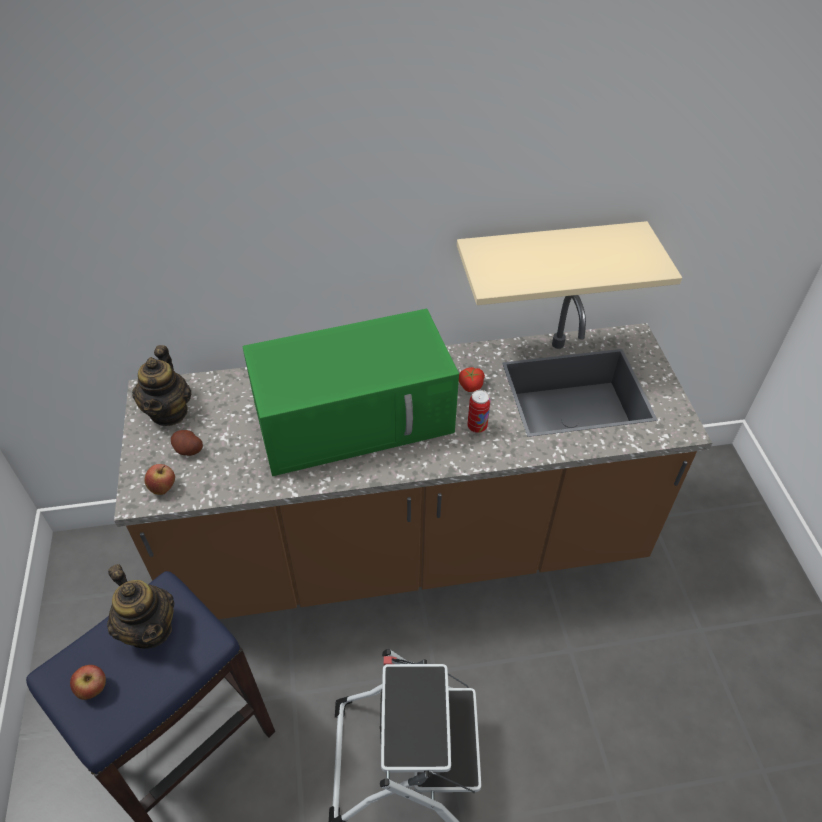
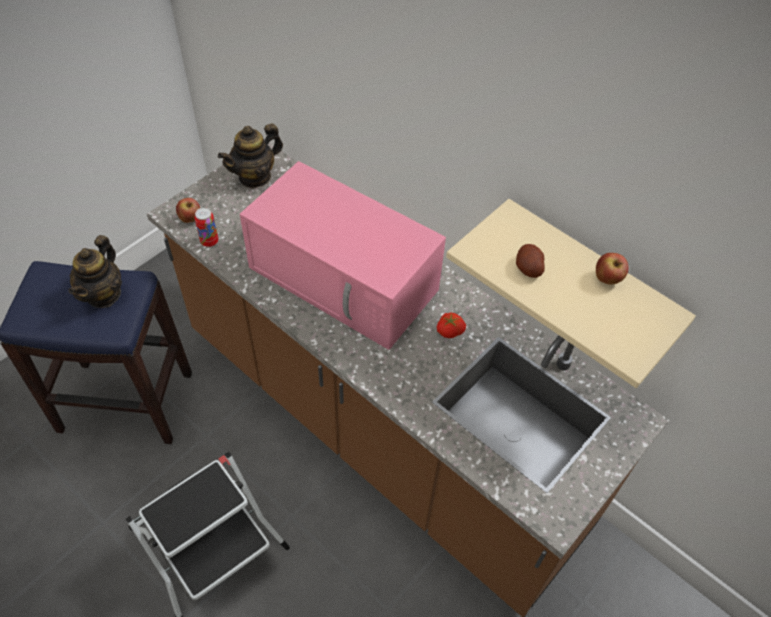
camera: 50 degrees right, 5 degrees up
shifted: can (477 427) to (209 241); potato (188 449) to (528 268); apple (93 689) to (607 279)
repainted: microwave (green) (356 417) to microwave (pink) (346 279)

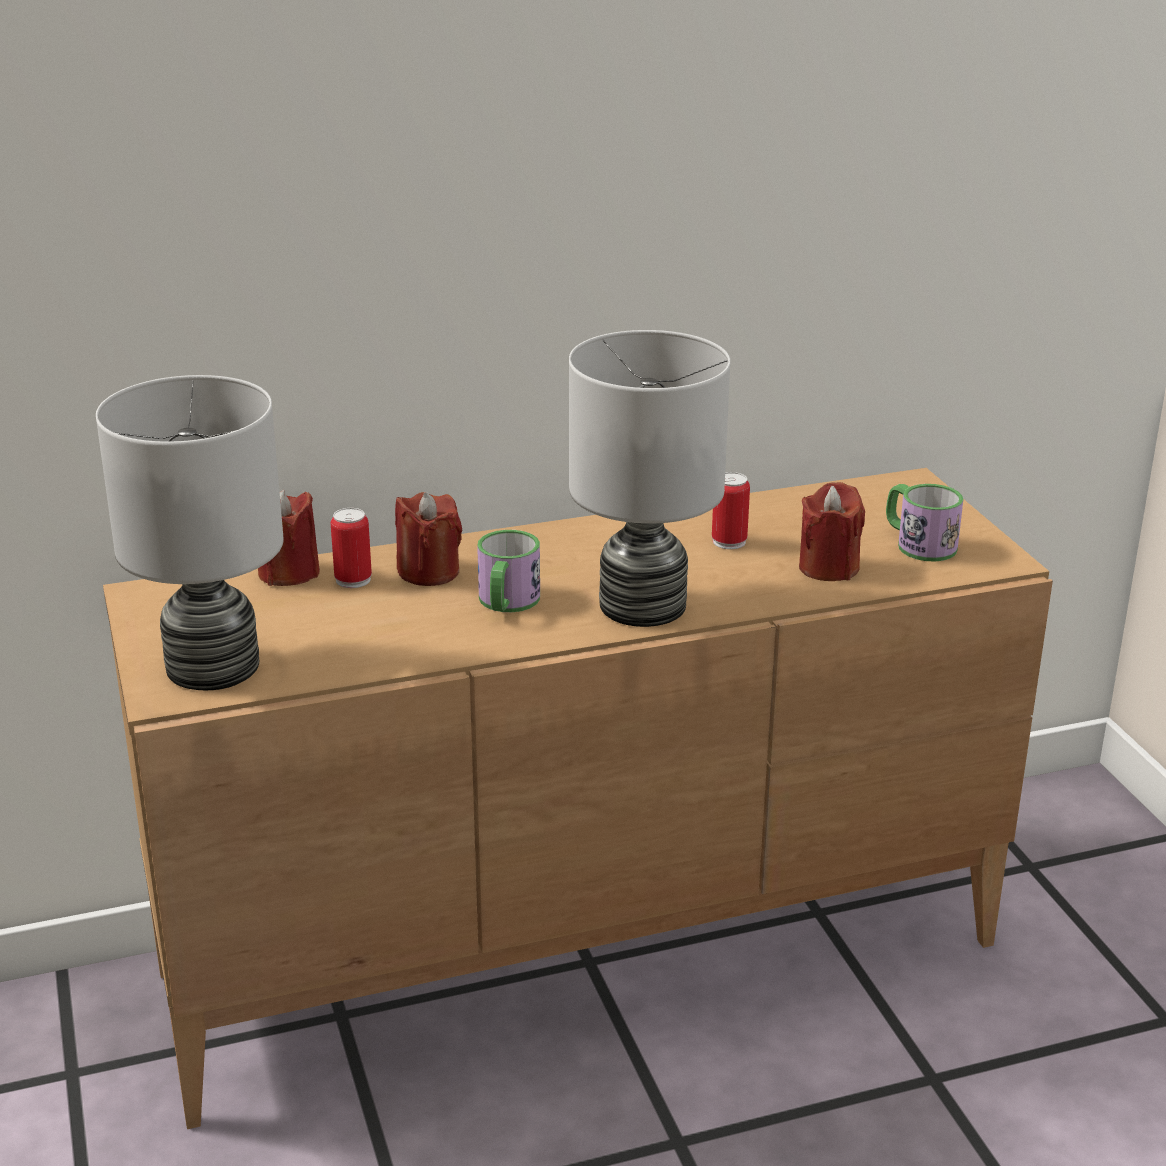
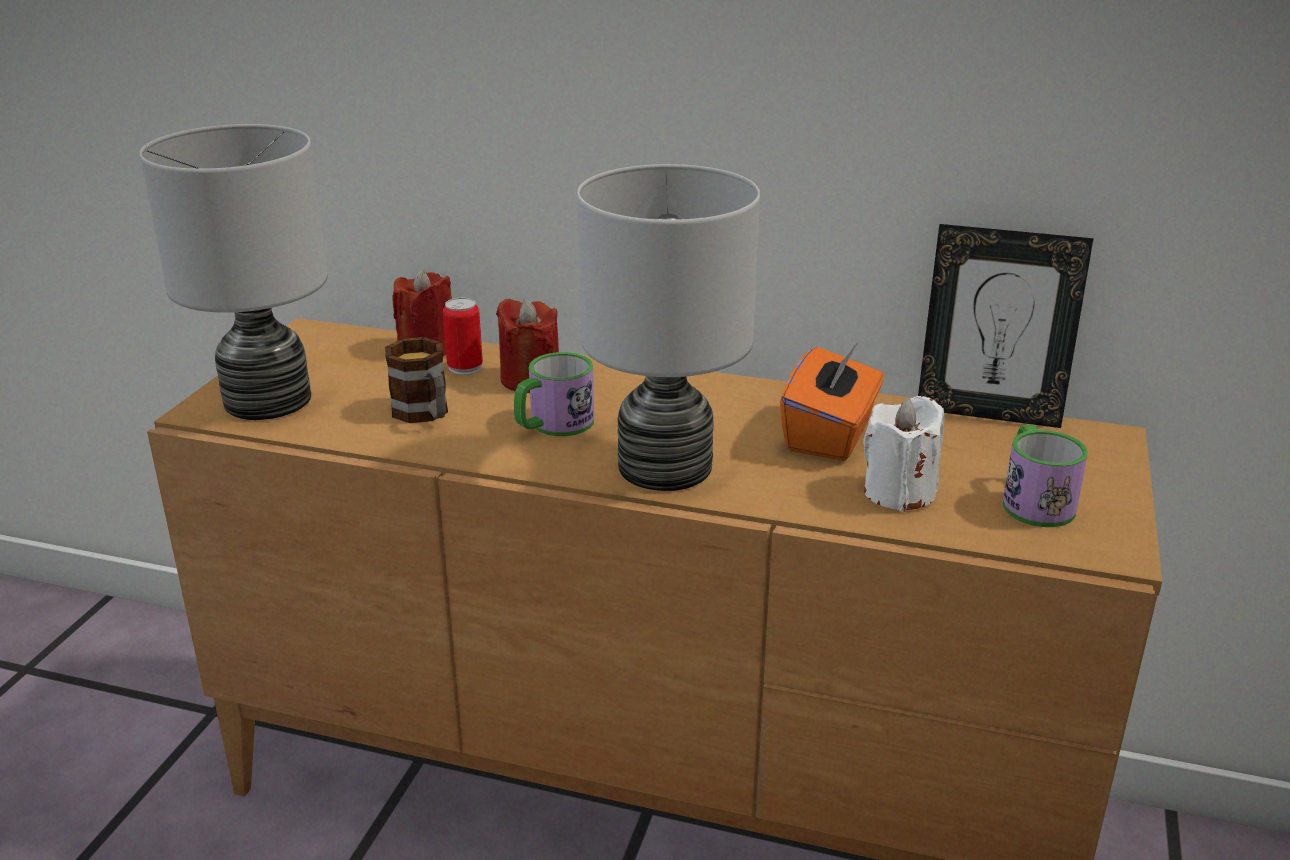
camera: 35 degrees right, 0 degrees up
new: picture frame (988 413); mug (425 414)
swapped: can (729 541) to tissue box (orange) (830 435)
repainted: candle (red) (828 568) to candle (white) (899 492)

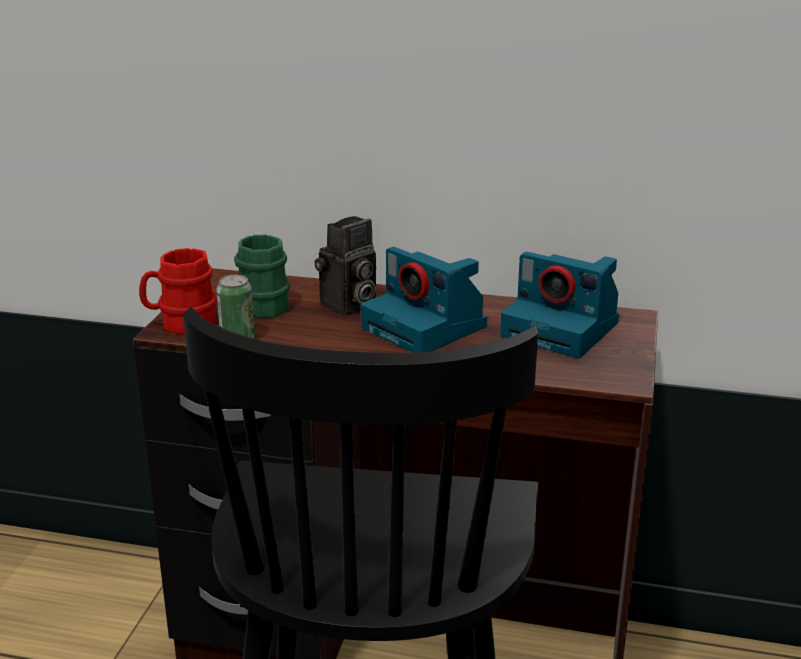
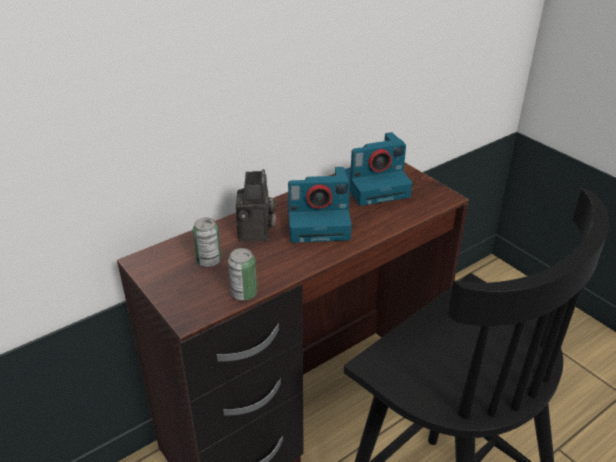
camera: 50 degrees left, 10 degrees up
gone: mug (red) (181 323)
swapped: mug (green) (264 304) to can (209 261)

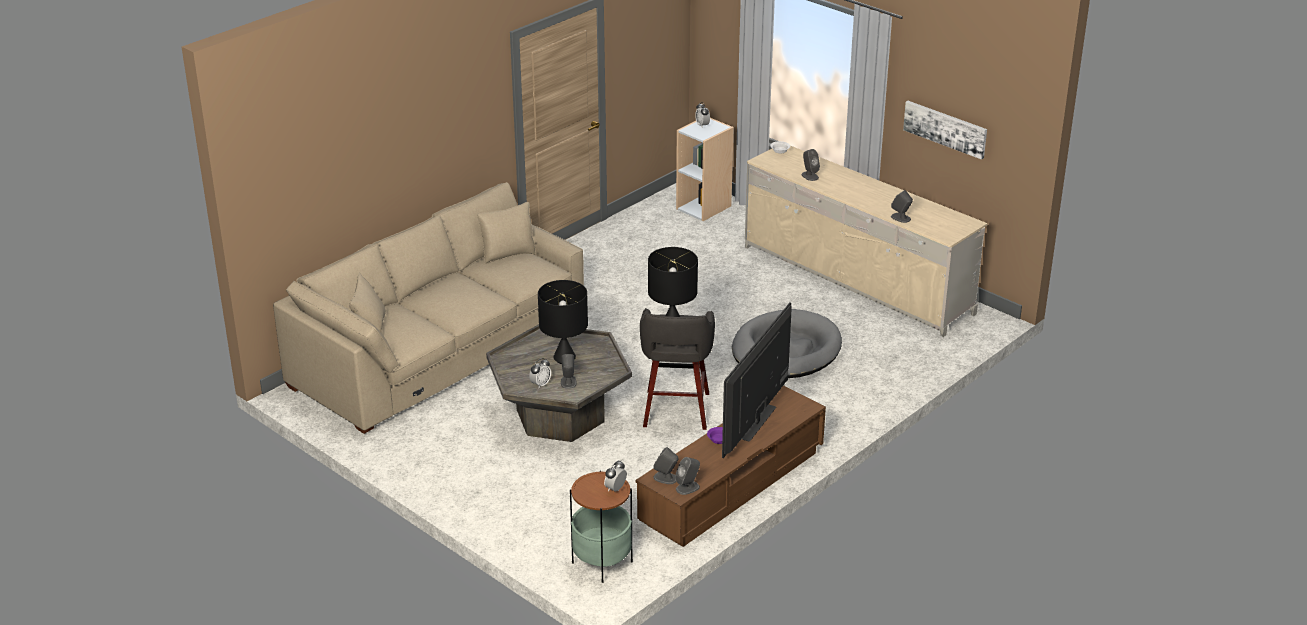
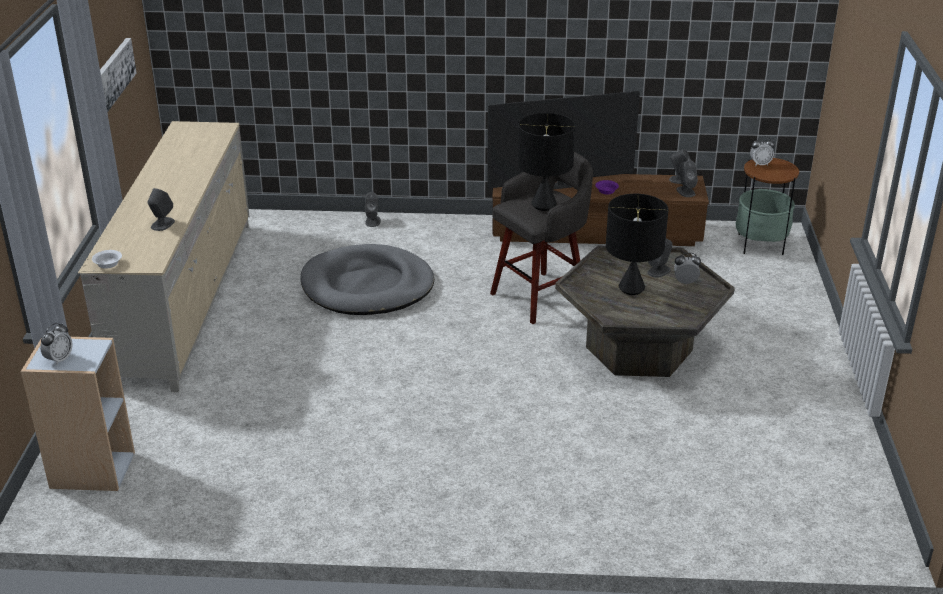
camera: 130 degrees left, 0 degrees up
gone: sofa (beige) (440 351)
shifted: speaker (grey) (901 218) to (373 221)

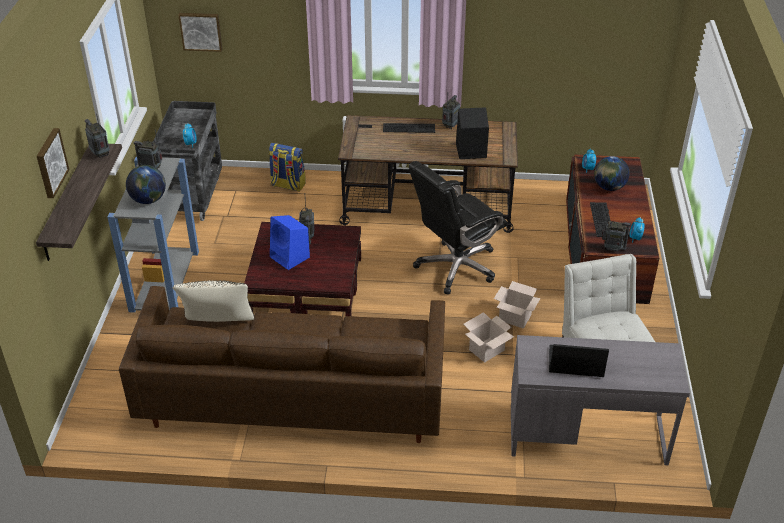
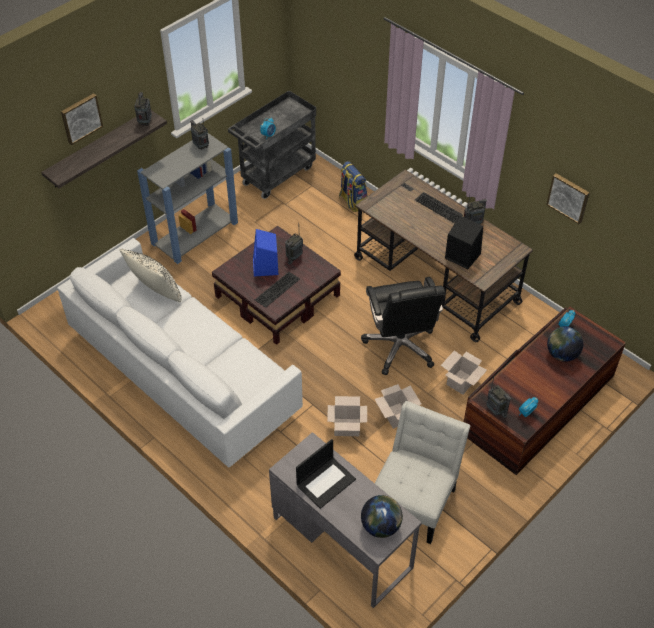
camera: 40 degrees right, 10 degrees up
new: cardboard box (461 382)
shifted: picture (201 31) to (568 197); globe (148 200) to (381 526); keyboard (602 220) to (277 290)
repainted: sofa (brown) (293 398) to sofa (white) (183 374)
rotated: office chair (black) (456 267) = (400 346) 105 degrees counterclockwise; laptop (575 362) = (326 481) 90 degrees clockwise

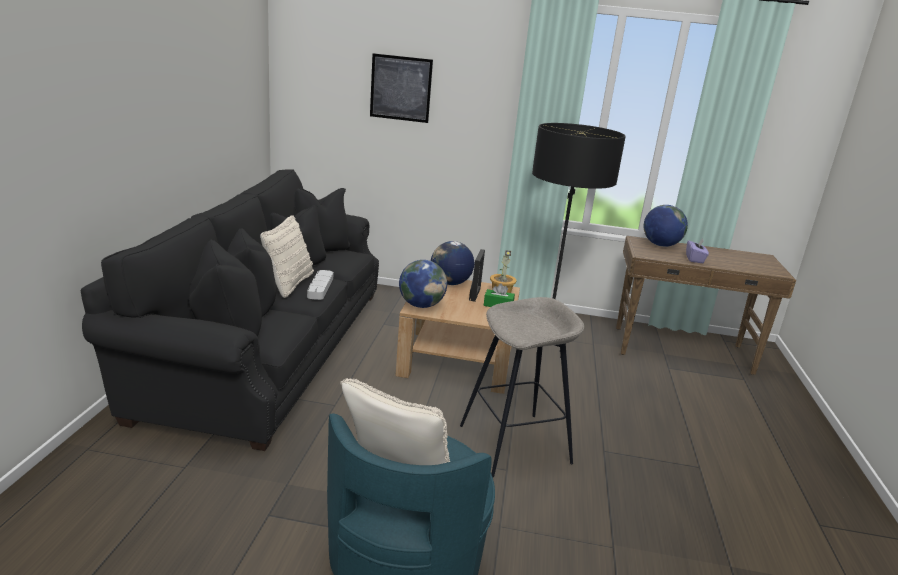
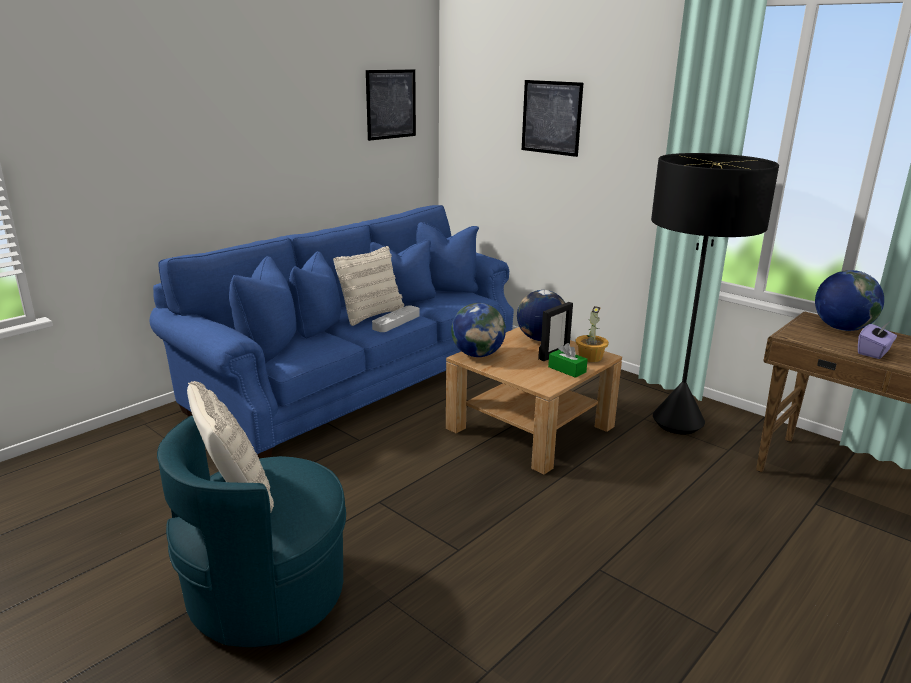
camera: 35 degrees right, 0 degrees up
gone: stool (grey) (515 444)
new: picture (391 104)
repainted: sofa (black) (266 346) to sofa (blue) (356 376)

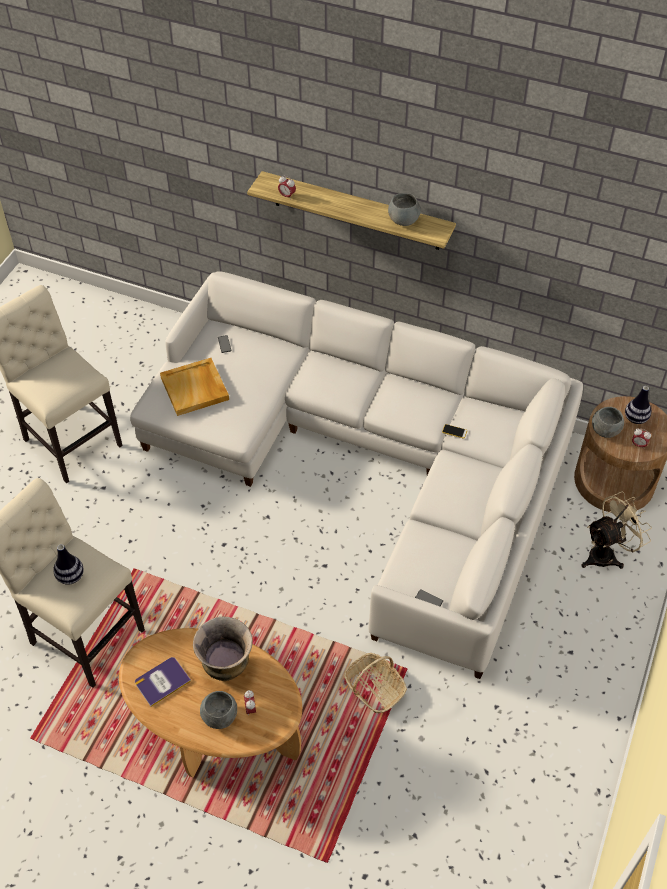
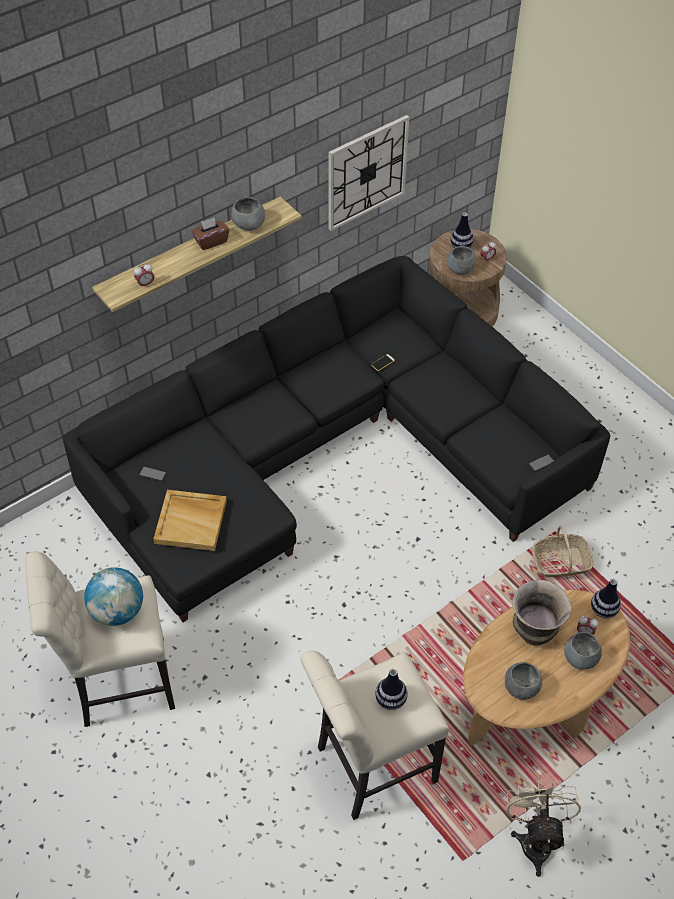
camera: 60 degrees left, 0 degrees up
new: wall clock (366 172); tissue box (brown) (211 241); globe (118 611); vase (603 610)
shifted: fan (beige) (607 554) to (535 839)
swapped: book (162 681) to bowl (grey) (521 688)
repainted: sofa (white) (369 462) to sofa (black) (329 454)

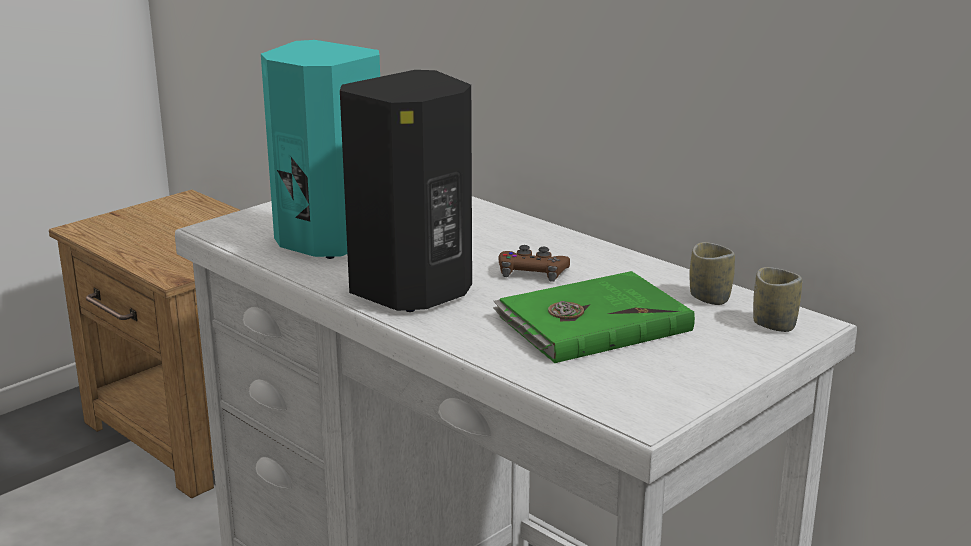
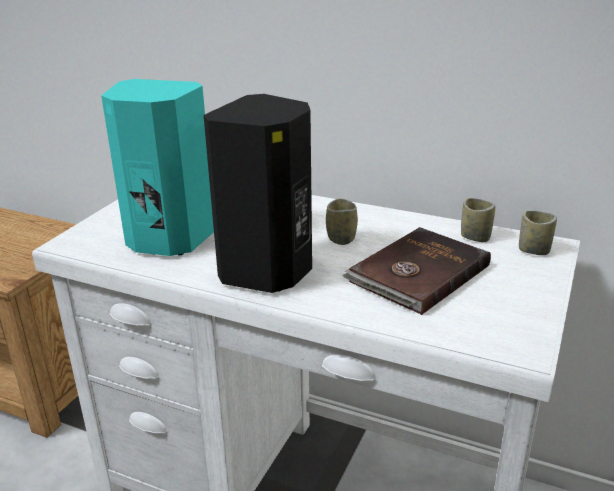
camera: 20 degrees left, 5 degrees up
swapped: game controller (brown) (533 272) to cup (341 238)
repainted: book (green) (591 323) to book (brown) (417 273)

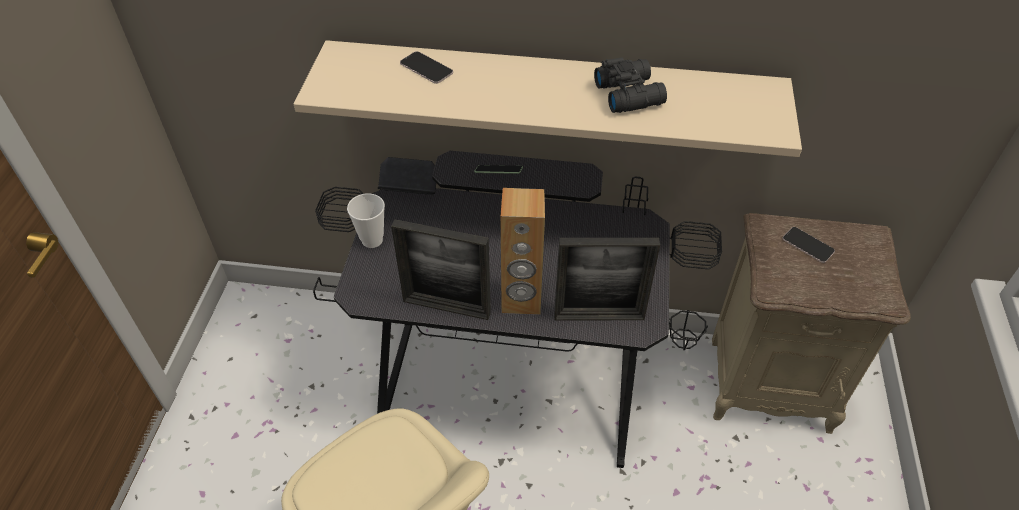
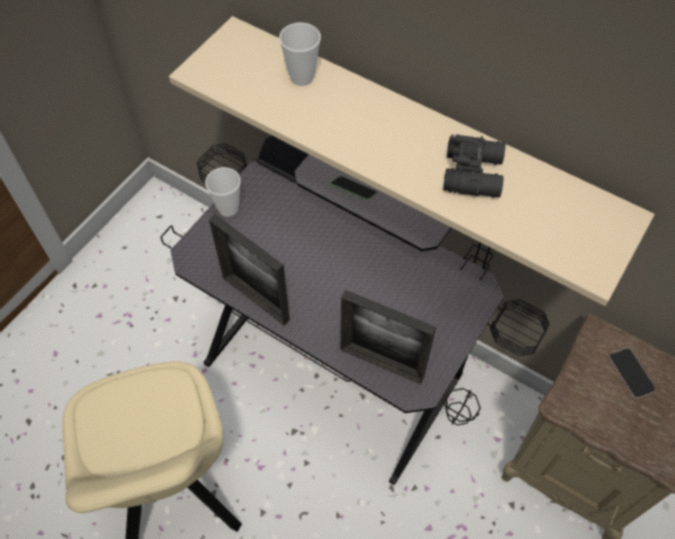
camera: 25 degrees right, 10 degrees up
gone: speaker (brown) (521 300)
swapped: phone (426 68) to cup (302 77)

